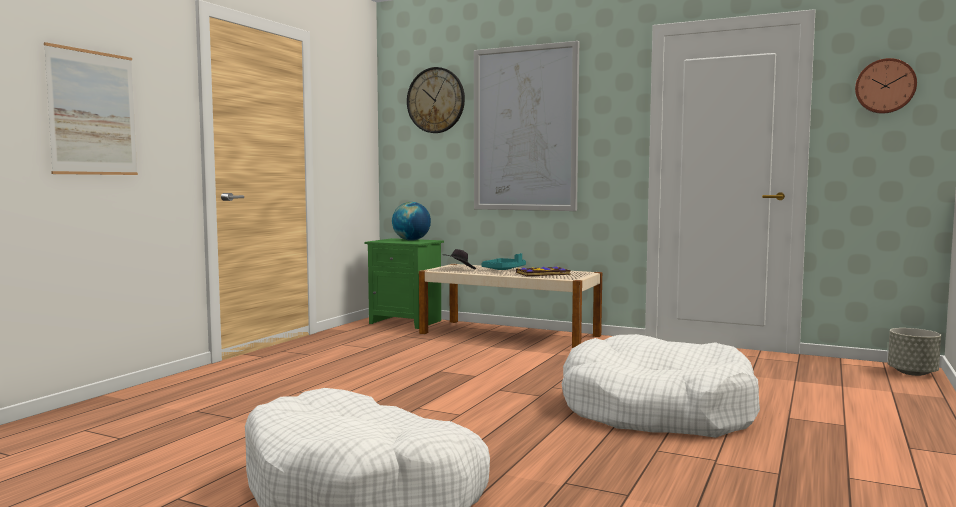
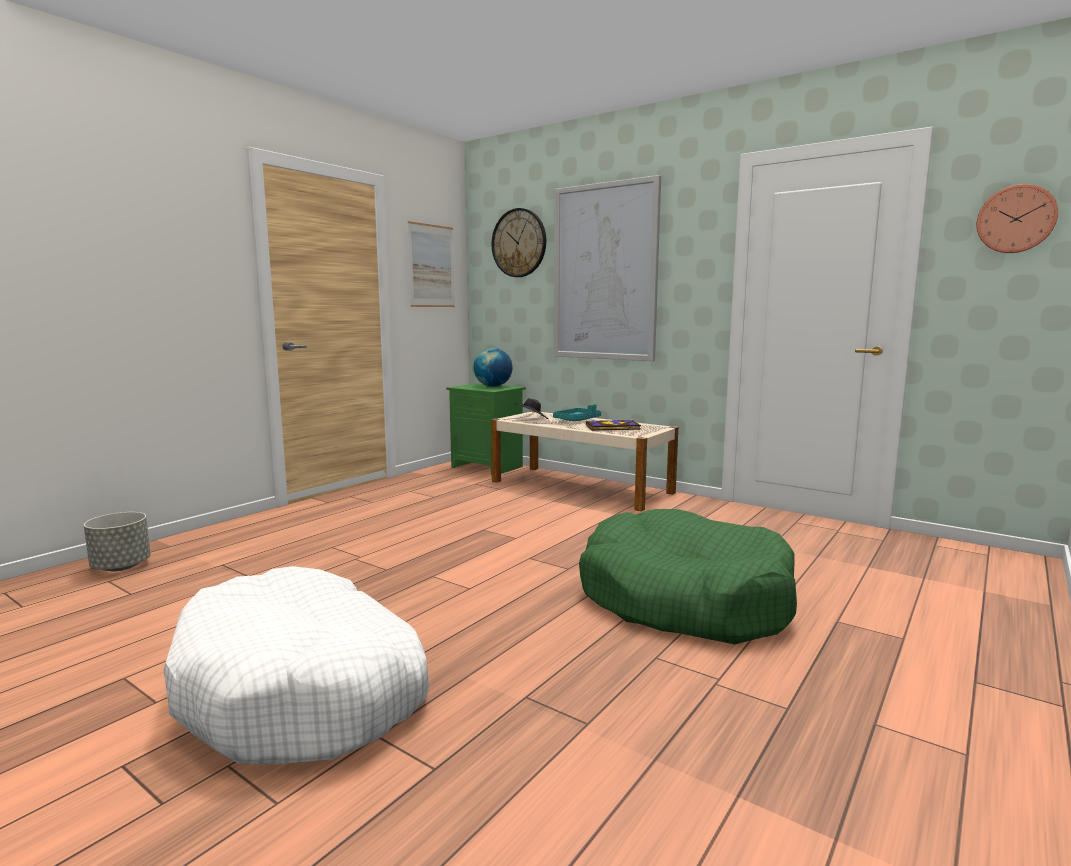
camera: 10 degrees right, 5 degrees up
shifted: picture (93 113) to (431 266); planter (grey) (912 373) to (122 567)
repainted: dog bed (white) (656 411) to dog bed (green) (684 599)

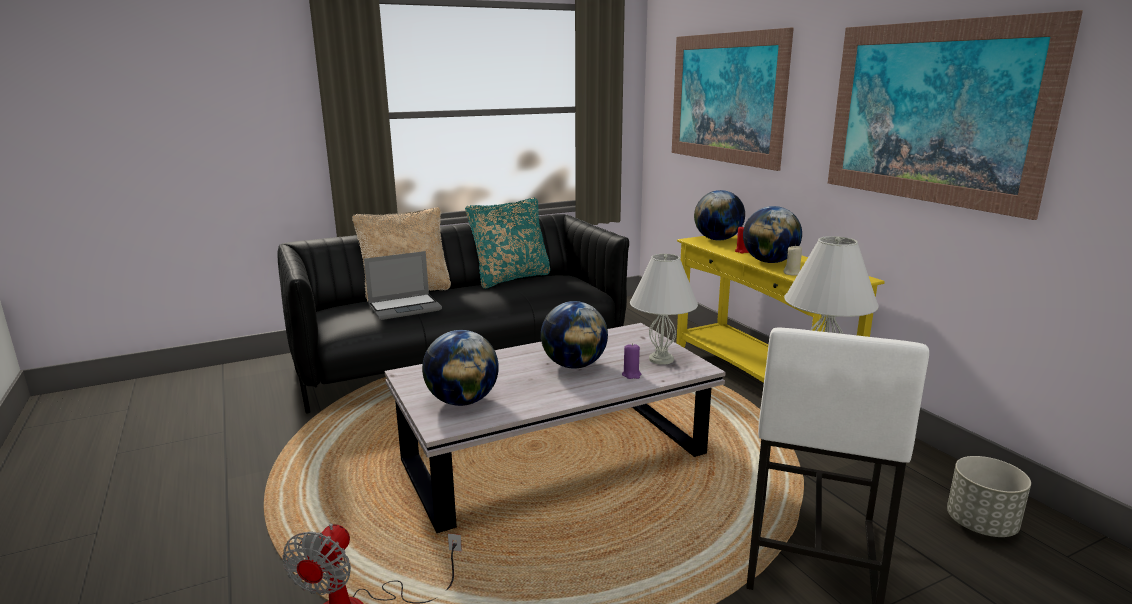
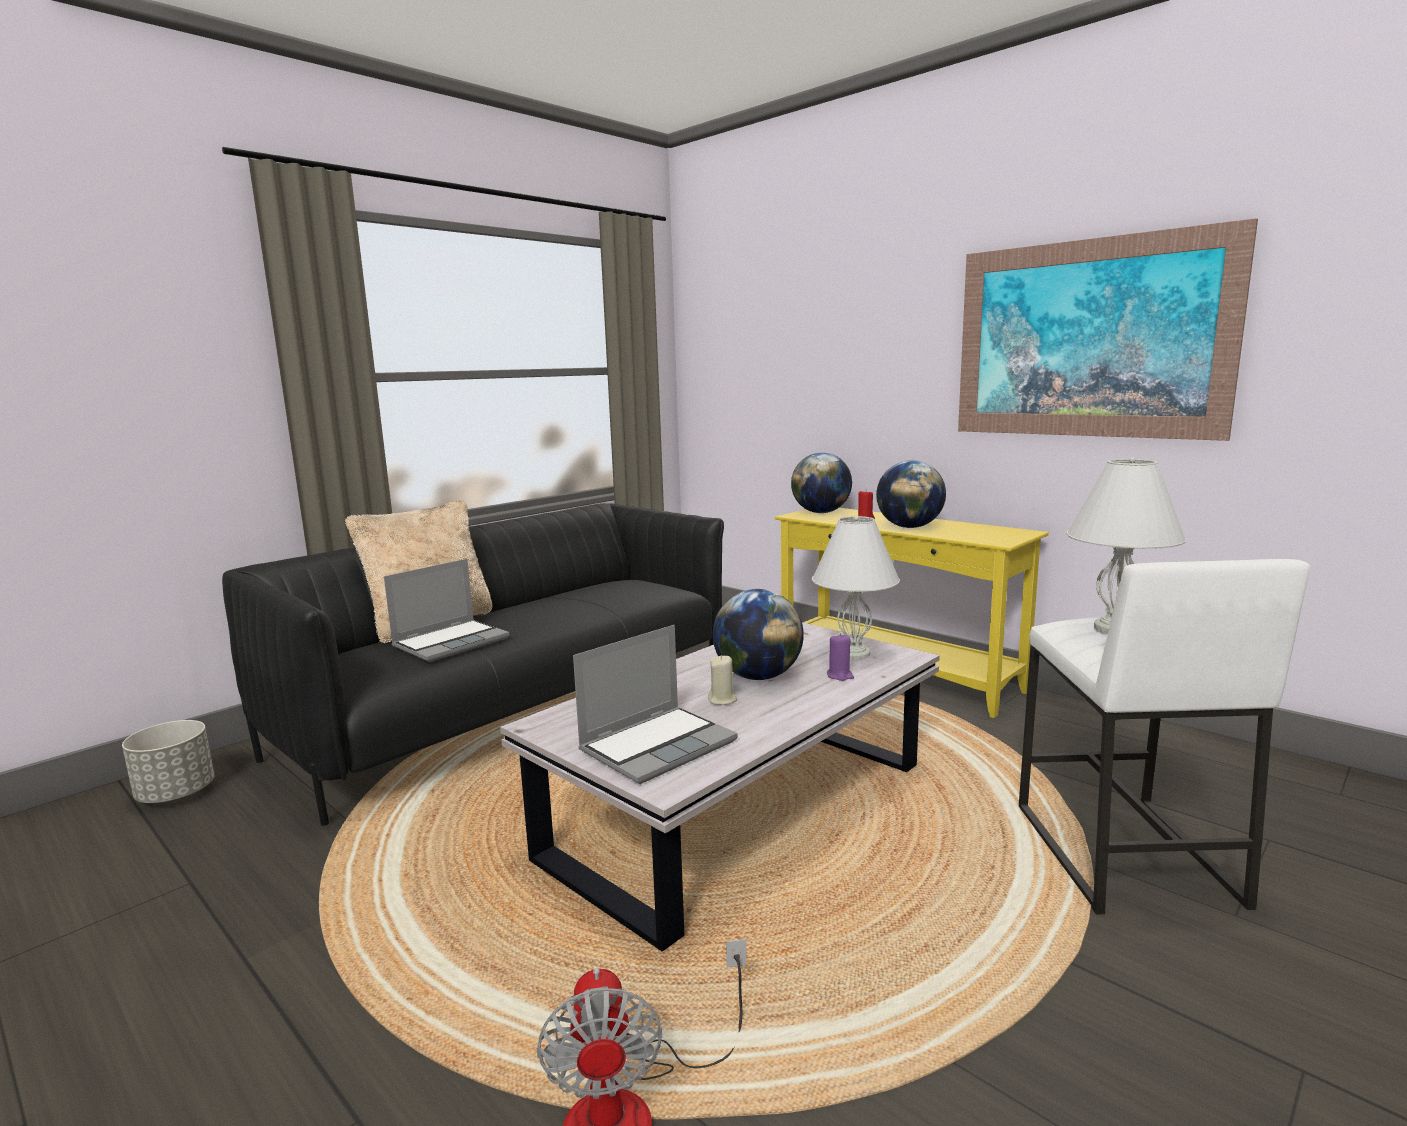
camera: 20 degrees left, 5 degrees down
gone: picture (725 98); pillow (turquoise) (512 279)
shifted: candle (beige) (792 273) to (722 700); planter (grey) (980 524) to (177 794)
swapped: globe (462 401) to laptop (658 745)

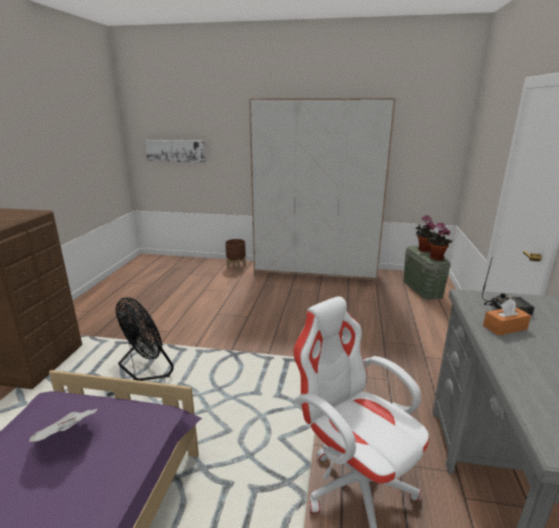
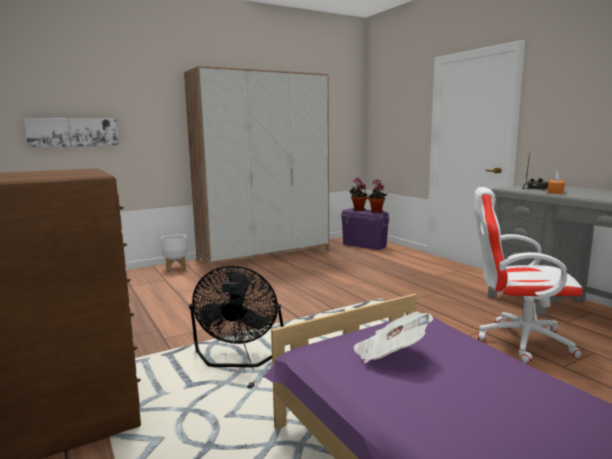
camera: 40 degrees left, 10 degrees down
repainted: planter (brown) (236 267) to planter (white) (175 269); storage box (green) (422 289) to storage box (purple) (364 245)

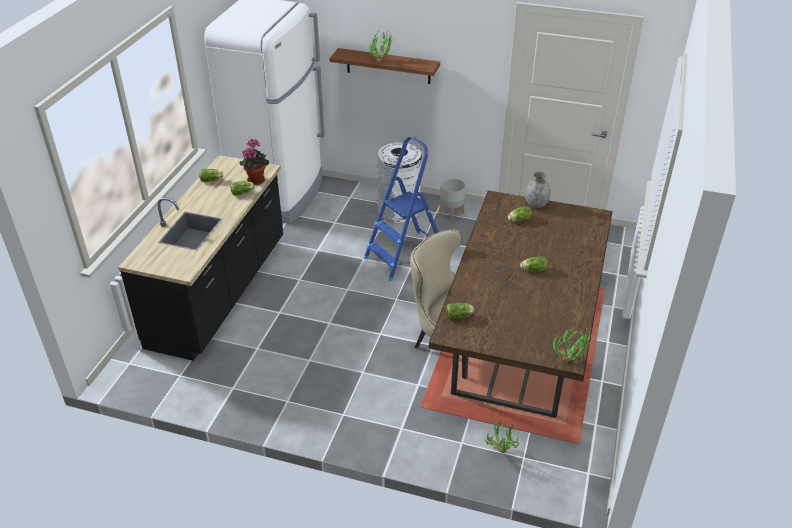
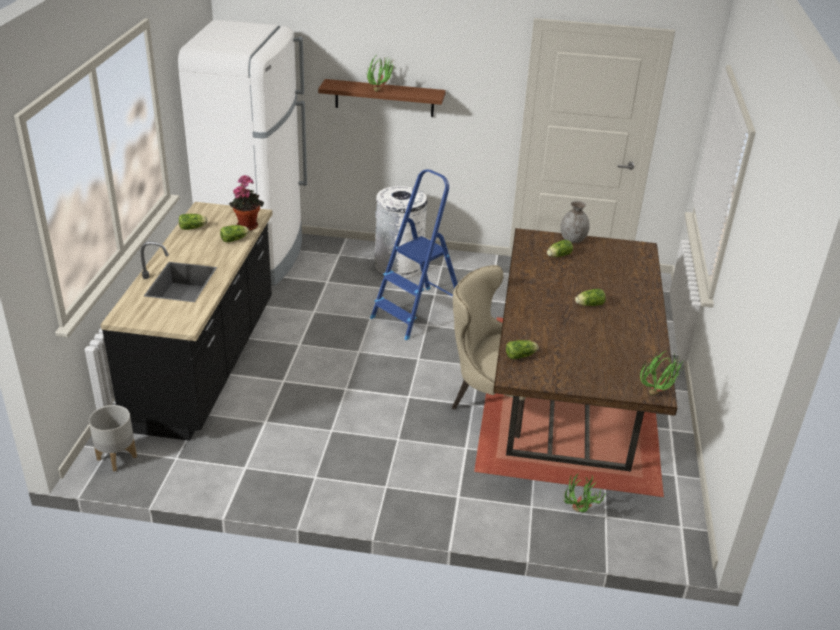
camera: 10 degrees left, 5 degrees down
shifted: planter (grey) (451 213) to (116 457)

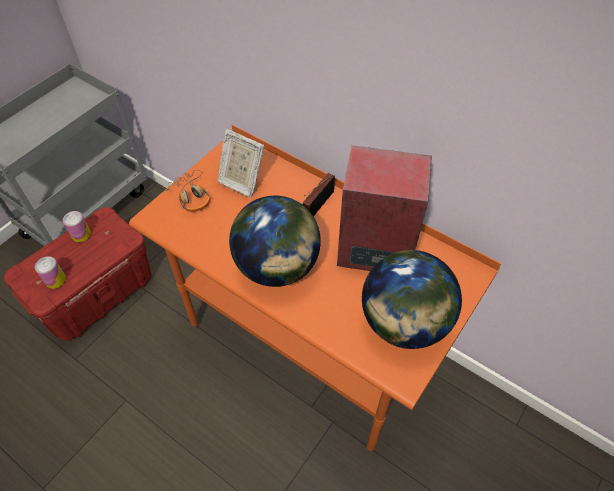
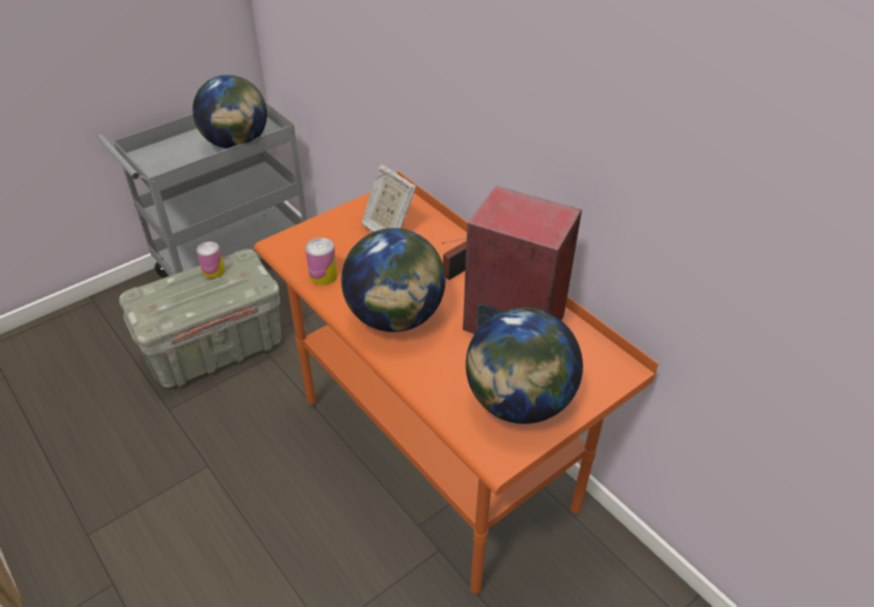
camera: 15 degrees right, 10 degrees down
gone: headphones (191 196)
new: globe (236 143)
shifted: can (55 280) to (323 275)
repainted: storage box (red) (97 294) to storage box (grey) (216 348)

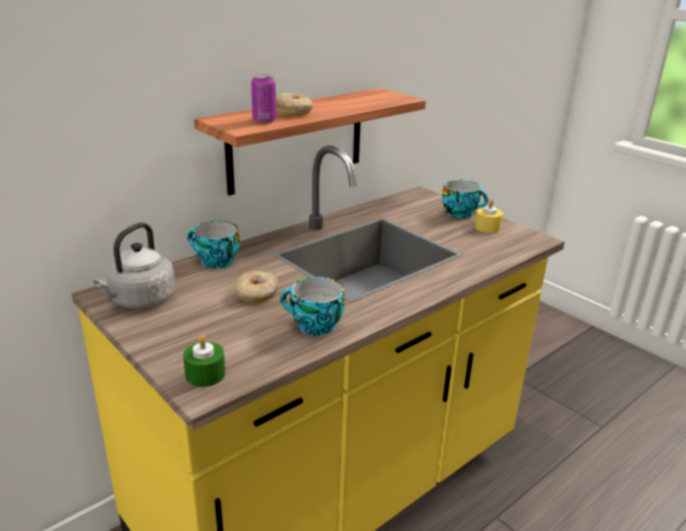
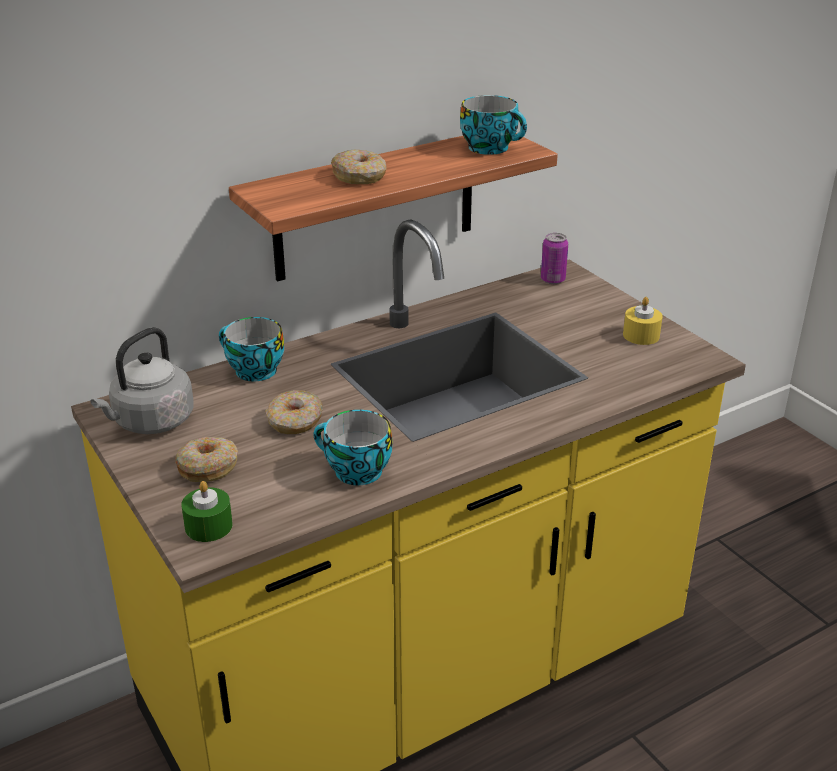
camera: 10 degrees right, 5 degrees up
new: donut (208 467)
shifted: can (264 121) to (552 280); cup (461 213) to (491 148)

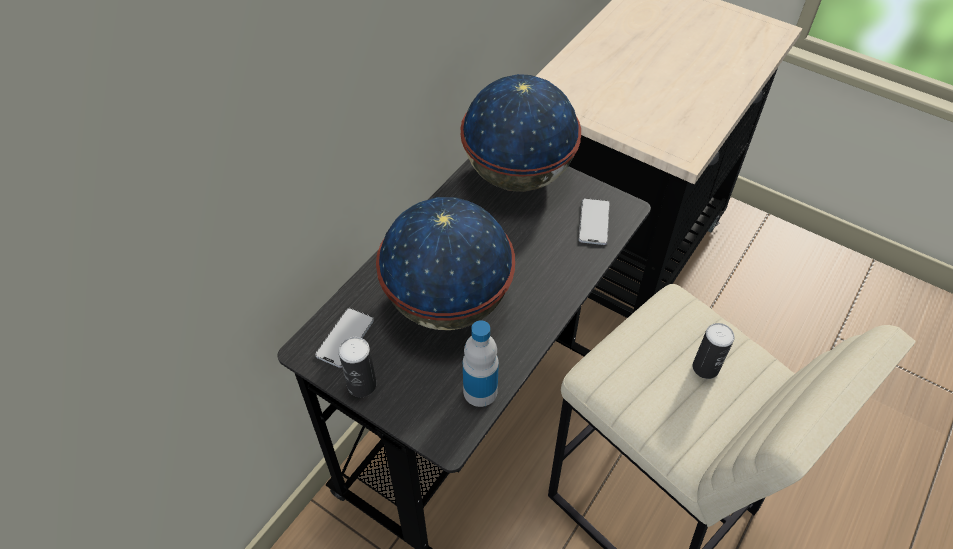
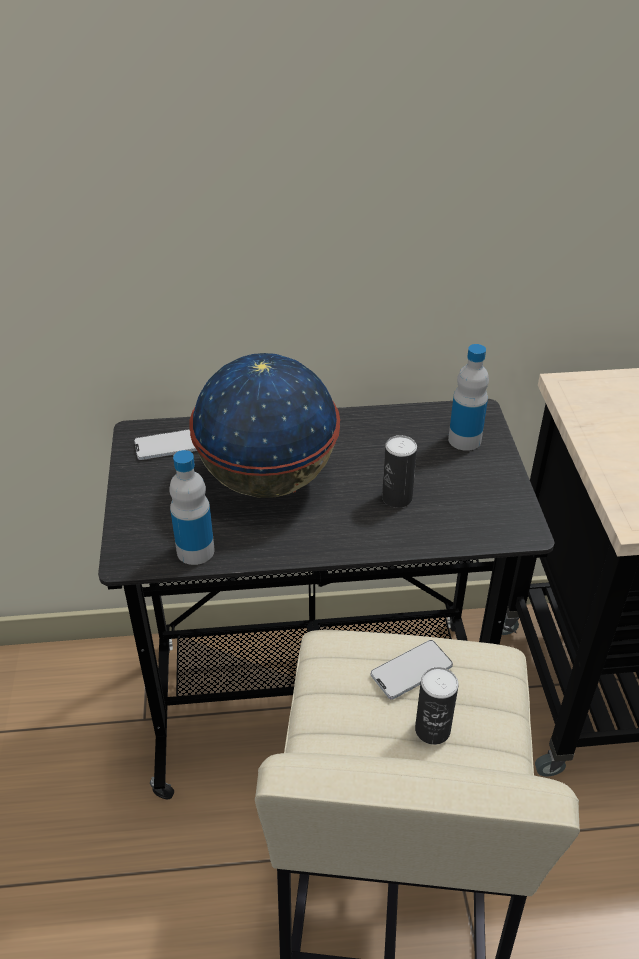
camera: 50 degrees right, 10 degrees down
shifted: phone (594 222) to (411 670); can (362 385) to (397 498)
swapped: globe (518 175) to bottle (464 440)

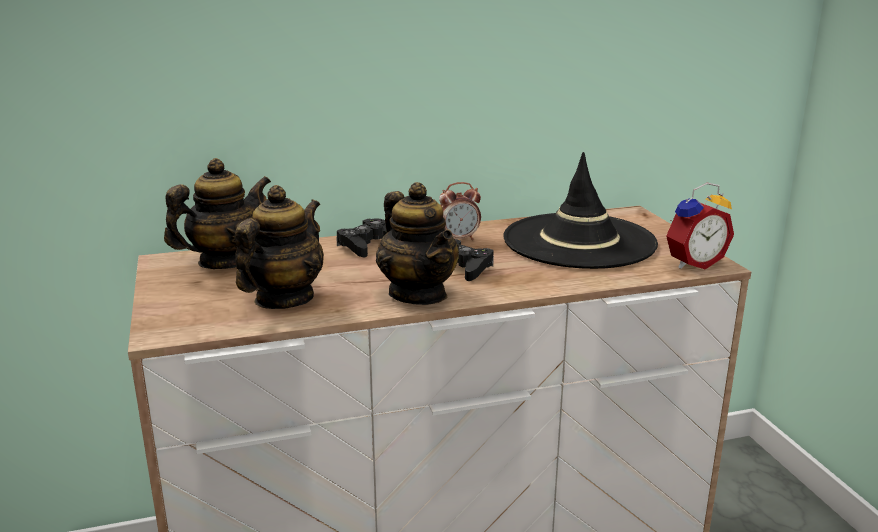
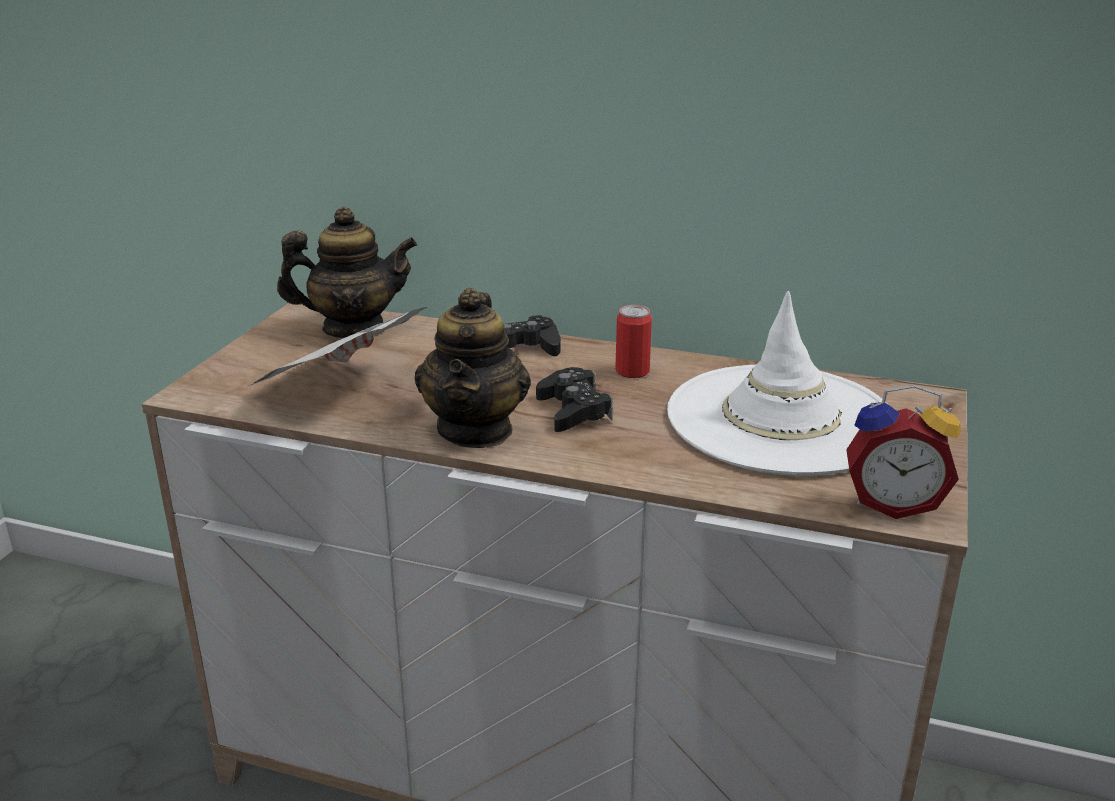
camera: 35 degrees right, 5 degrees up
swapped: alarm clock (459 239) to can (632 371); teapot (283 299) to newspaper (340 391)
repainted: hat (black) (579 241) to hat (white) (781 420)

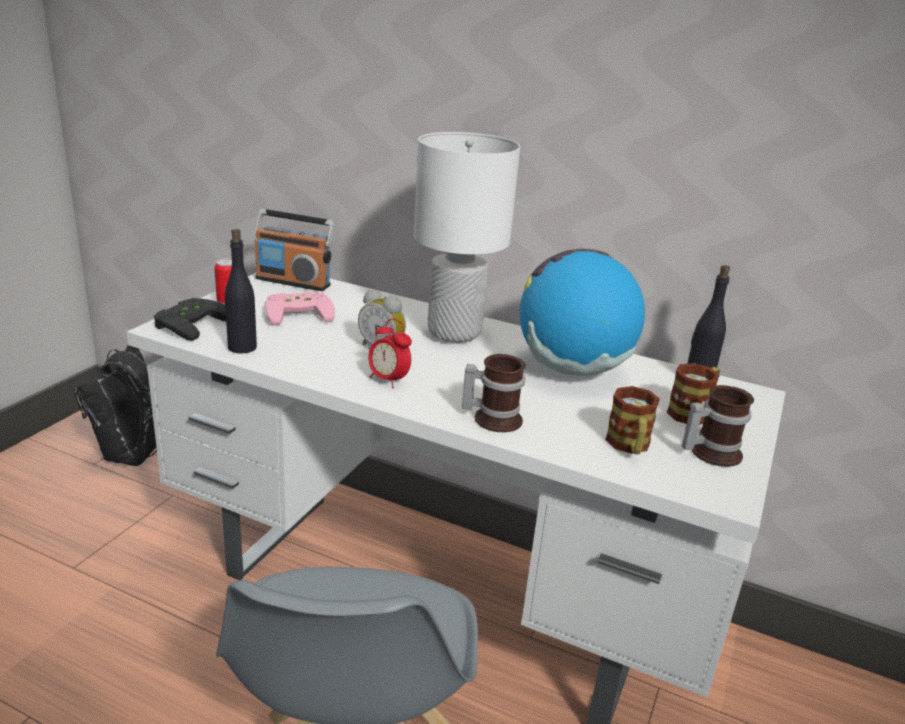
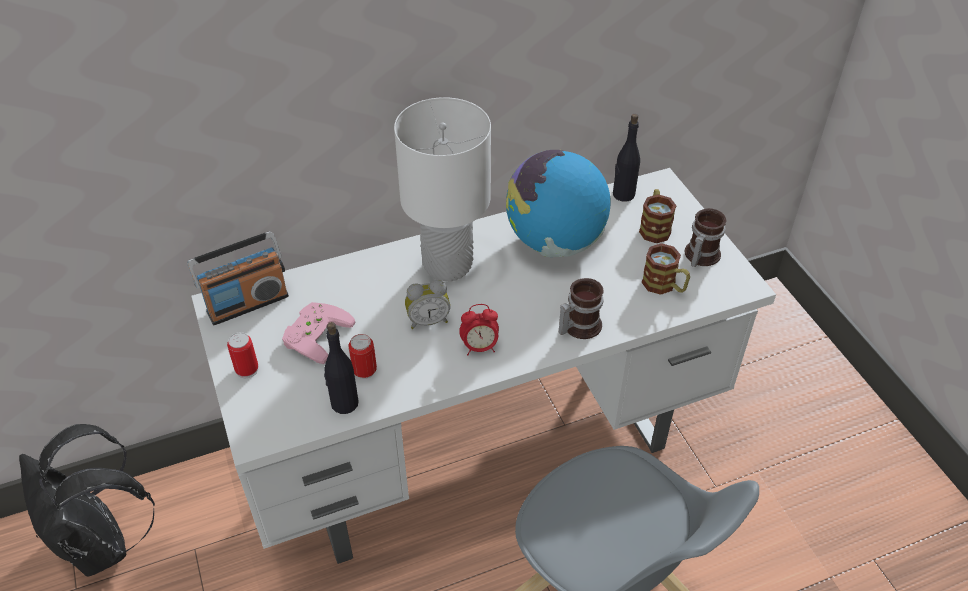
camera: 45 degrees left, 20 degrees up
gone: game controller (black) (190 323)
new: can (364 371)

